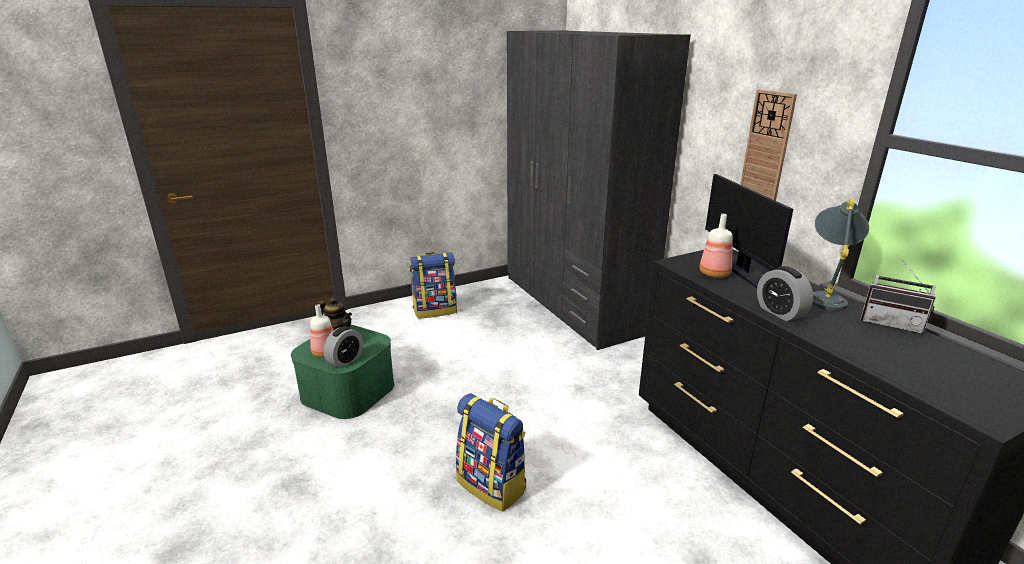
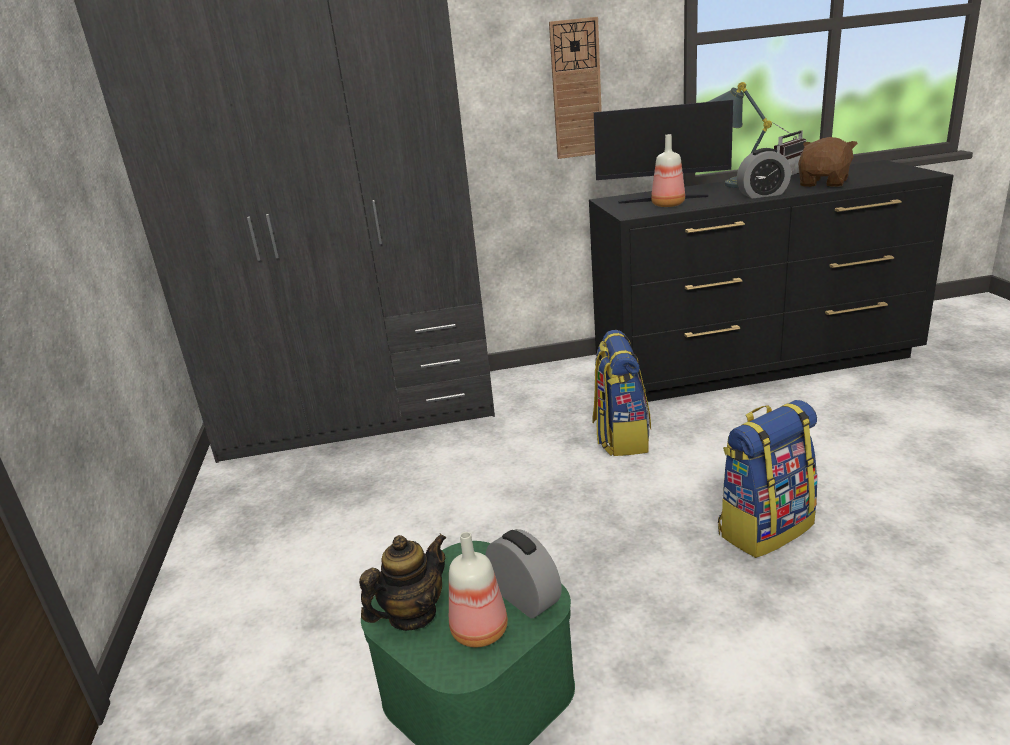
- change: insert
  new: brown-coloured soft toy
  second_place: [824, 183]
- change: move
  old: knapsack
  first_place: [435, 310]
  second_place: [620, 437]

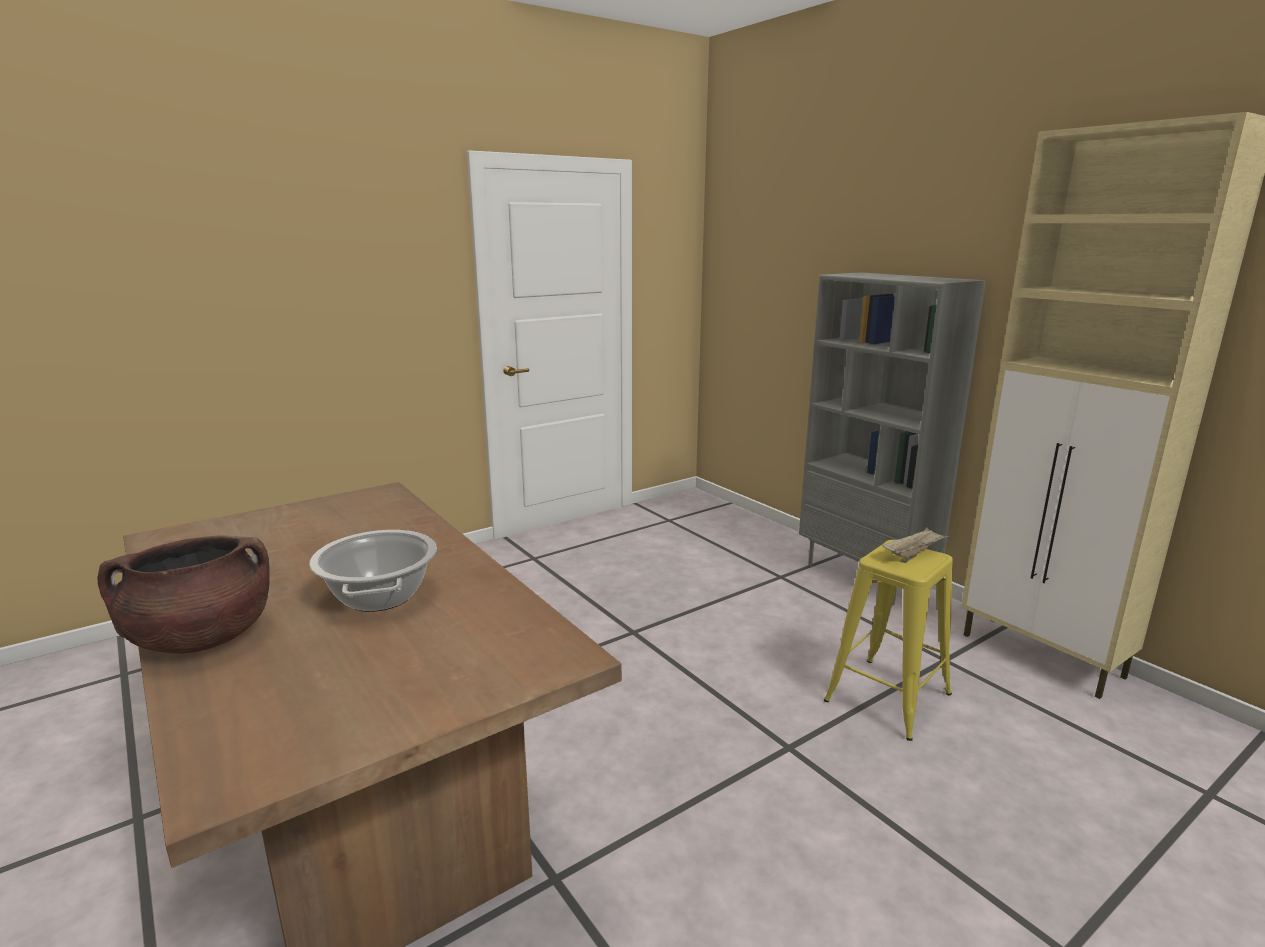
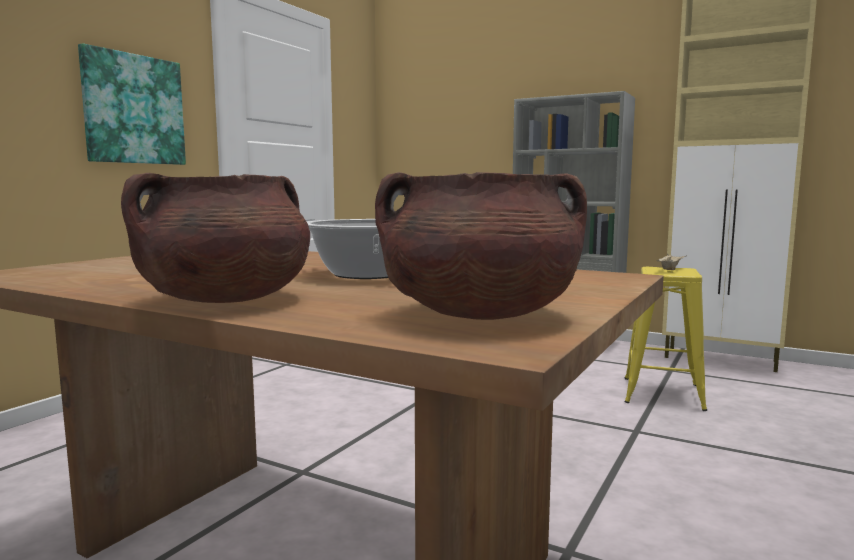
- change: insert
  new: wall art
  second_place: [133, 109]
- change: insert
  new: brown-coloured cooking pot
  second_place: [479, 315]

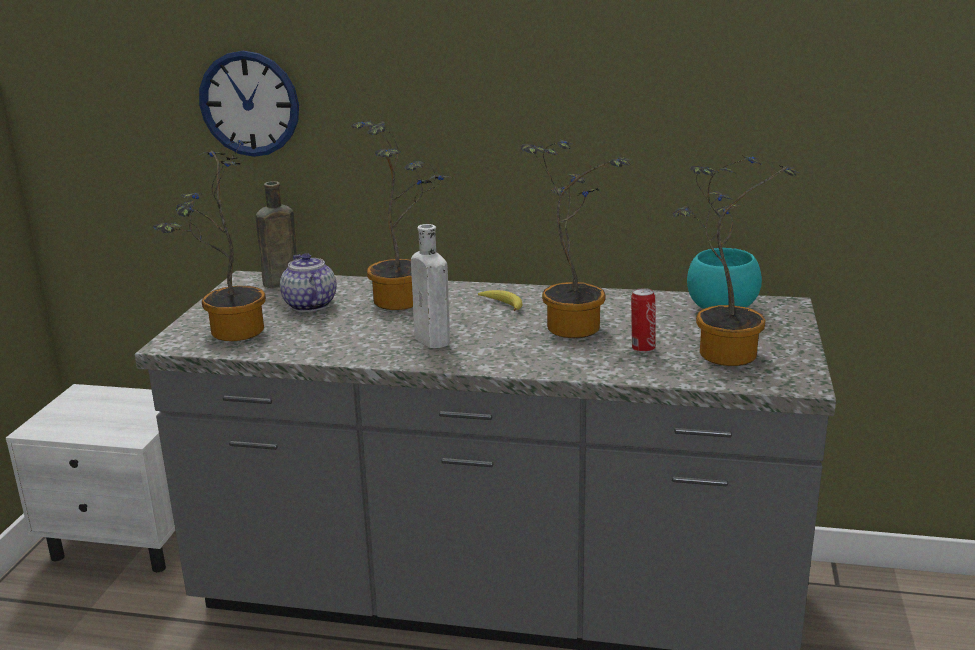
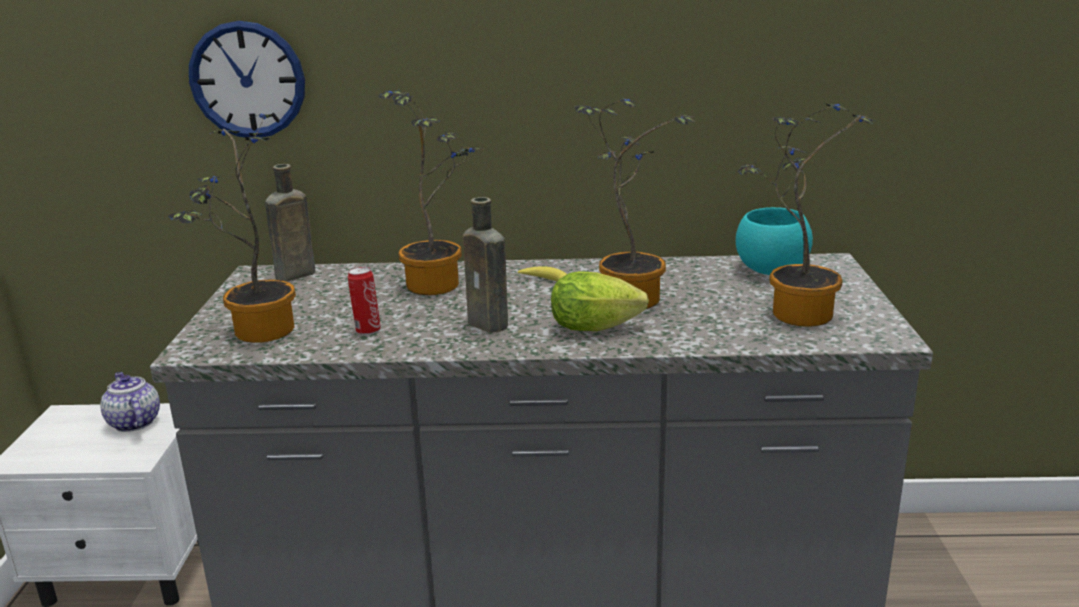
- change: insert
  new: lettuce head
  second_place: [600, 328]
- change: move
  old: tea pot
  first_place: [309, 305]
  second_place: [133, 422]
- change: move
  old: can
  first_place: [642, 348]
  second_place: [367, 330]
- change: recolor
  old: whitish bottle
  new: brown-coloured bottle
  first_place: [434, 341]
  second_place: [490, 324]

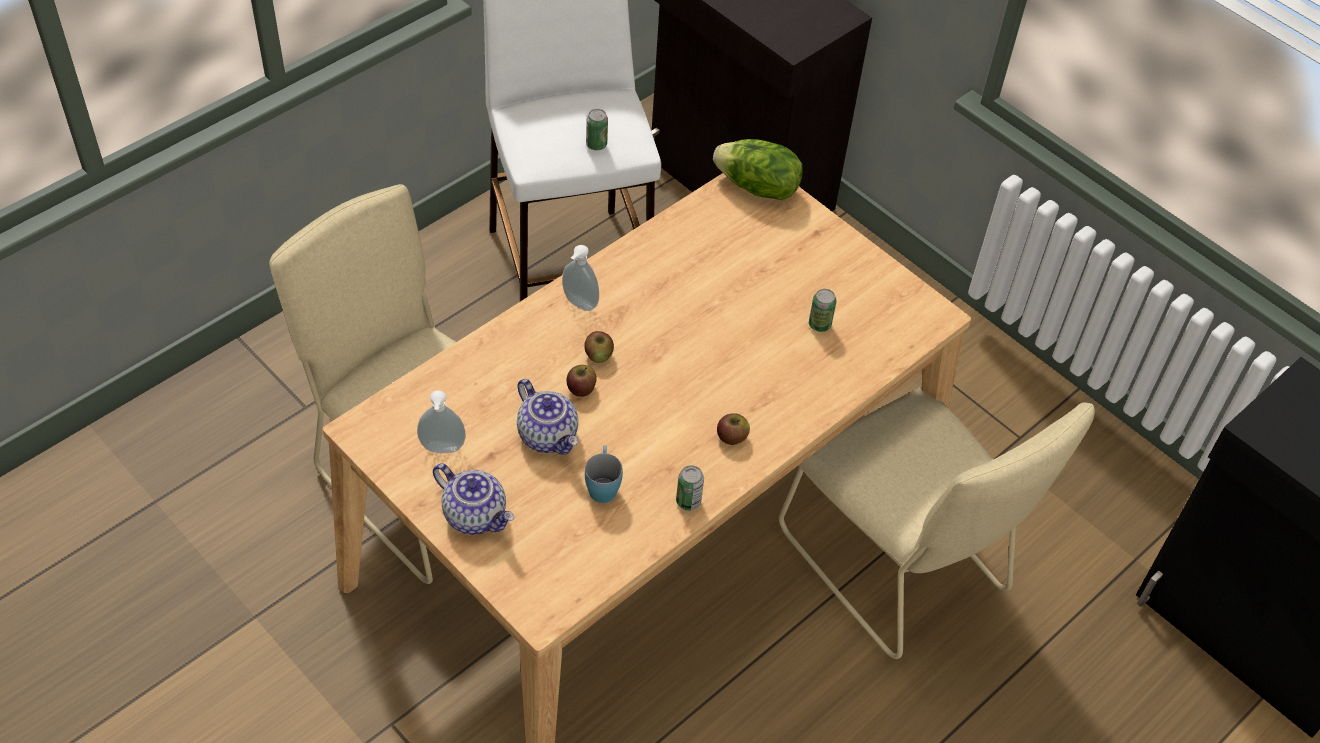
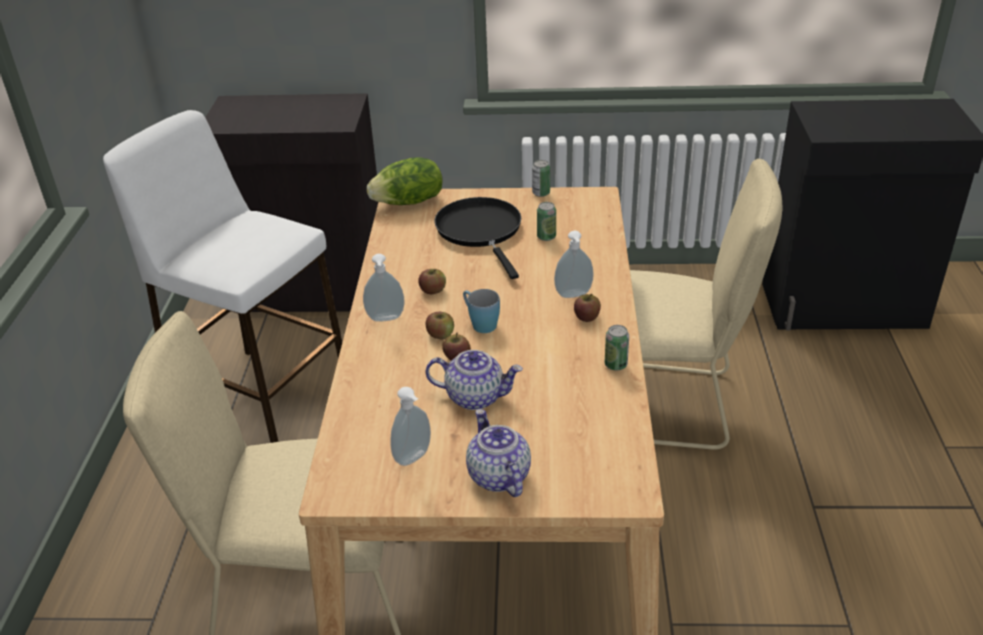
- change: insert
  new: apple
  second_place: [433, 290]
- change: insert
  new: blackish pan
  second_place: [481, 231]
- change: insert
  new: soap bottle
  second_place: [574, 295]
- change: move
  old: blue-coloured coffee mug
  first_place: [602, 485]
  second_place: [480, 323]
- change: move
  old: can
  first_place: [596, 144]
  second_place: [541, 193]
- change: rotate
  old: tea pot
  first_place: [476, 515]
  second_place: [497, 476]
  degrees: -105

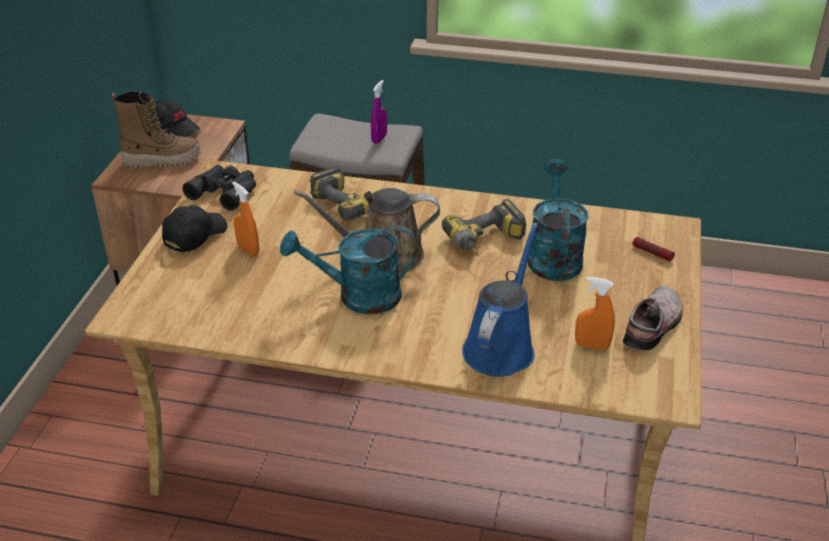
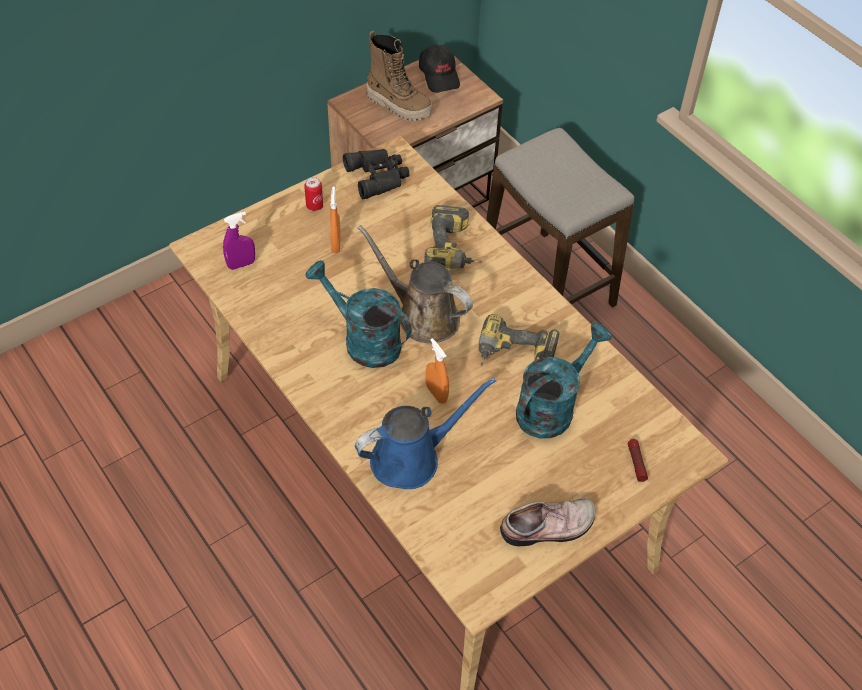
- change: move
  old: purple-coloured sprayer
  first_place: [379, 139]
  second_place: [241, 264]
- change: move
  old: orange-coloured sprayer
  first_place: [592, 346]
  second_place: [436, 393]
- change: replace
  old: blackish baseball cap
  new: can
  first_place: [194, 235]
  second_place: [314, 206]

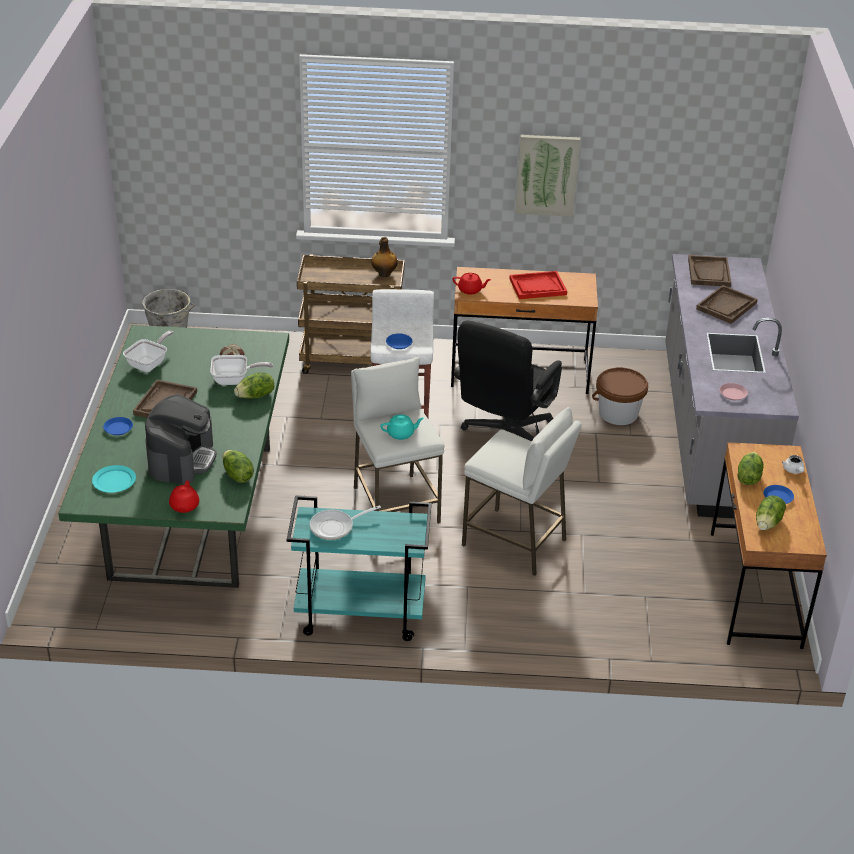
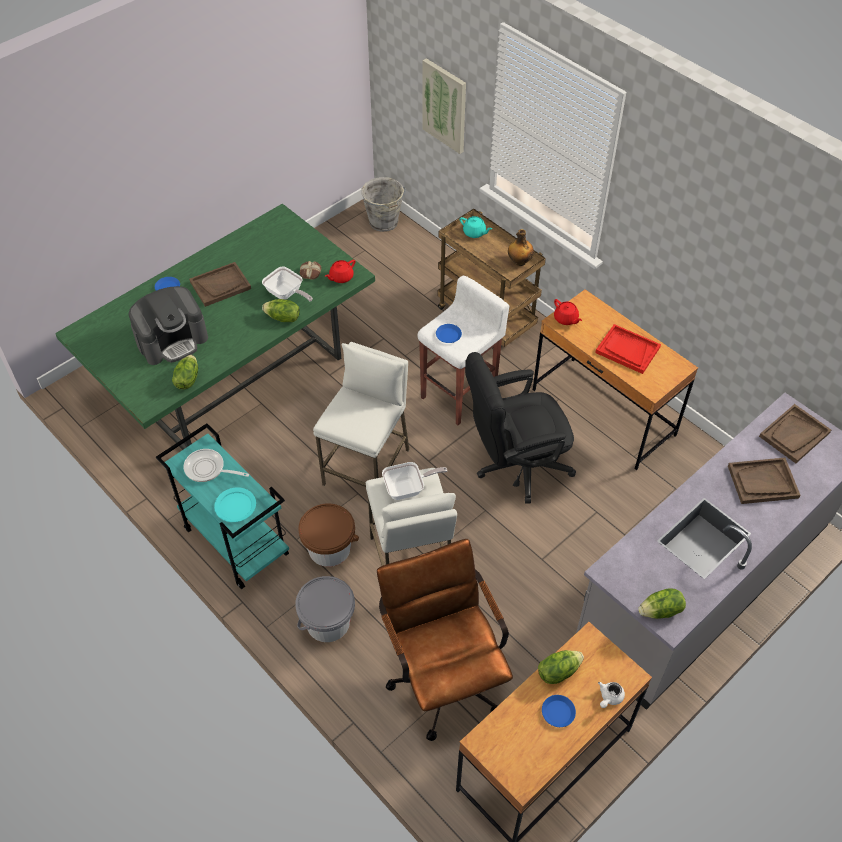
- change: delete
  old: pinkish flat dish
  first_place: [733, 394]
- change: insert
  new: greyish pail
  second_place: [327, 622]
- change: insert
  new: brown-coloured computer chair
  second_place: [443, 674]
- change: move
  old: blue-green flat dish
  first_place: [114, 481]
  second_place: [236, 506]
- change: move
  old: pan
  first_place: [150, 363]
  second_place: [408, 489]
- change: move
  old: red tea pot
  first_place: [184, 506]
  second_place: [341, 277]
- change: move
  old: blue-green tea pot
  first_place: [401, 434]
  second_place: [474, 233]
- change: move
  old: wall art
  first_place: [547, 175]
  second_place: [445, 106]
- change: move
  old: brown-coloured pail
  first_place: [618, 413]
  second_place: [329, 548]
- change: move
  old: lettuce head
  first_place: [768, 523]
  second_place: [661, 611]

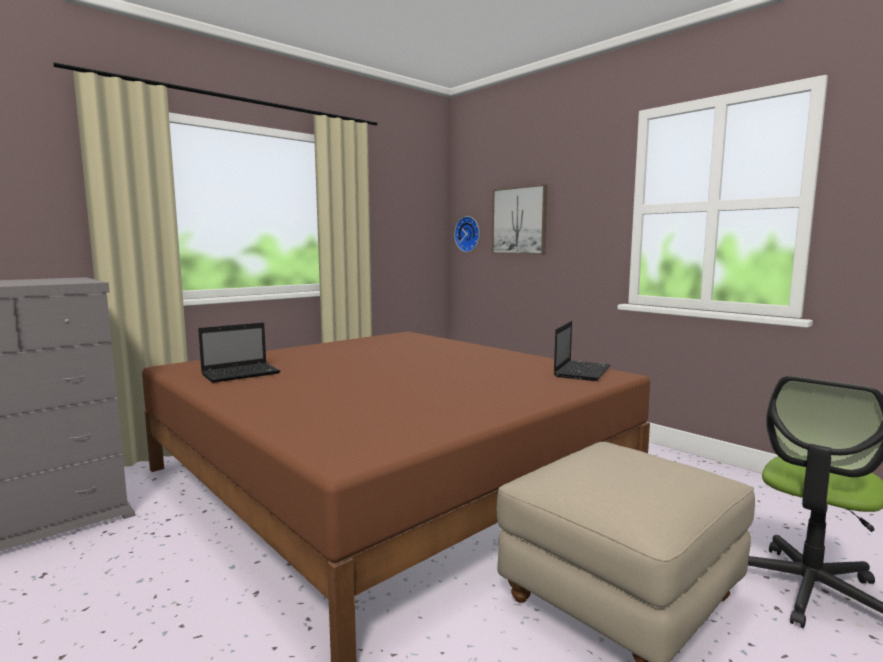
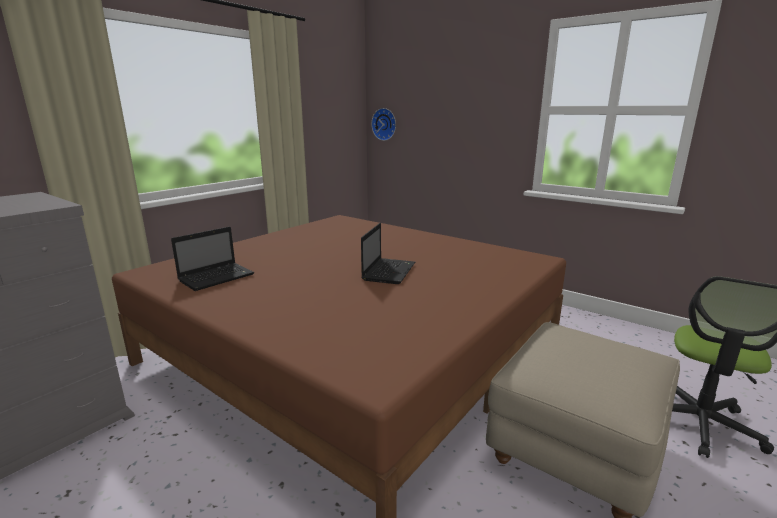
- change: delete
  old: wall art
  first_place: [519, 220]
- change: move
  old: notebook computer
  first_place: [582, 371]
  second_place: [389, 271]

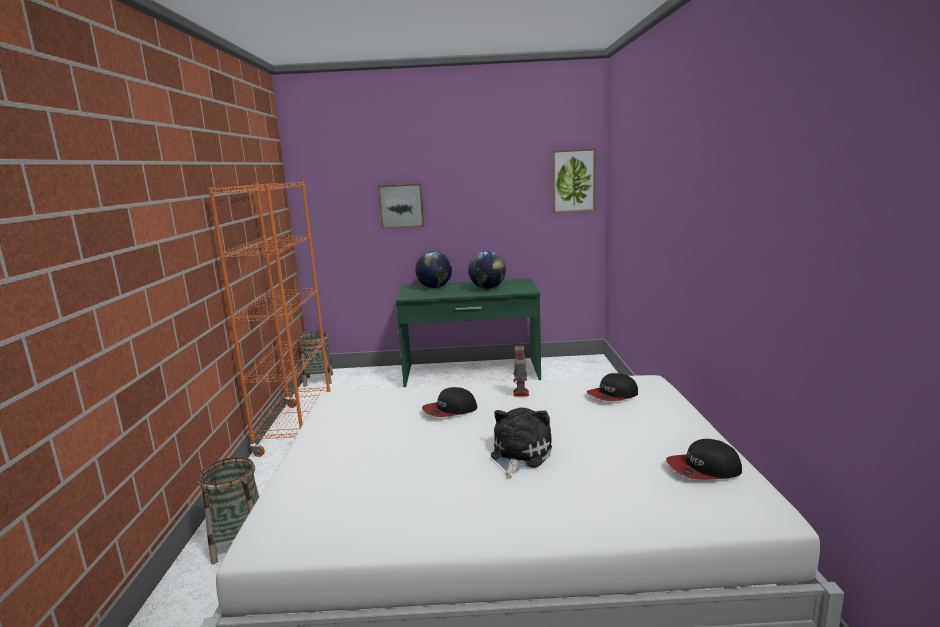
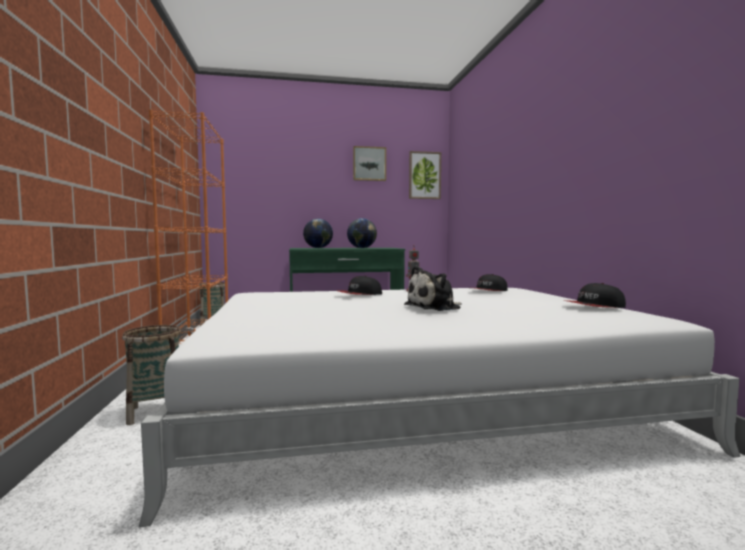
- change: move
  old: wall art
  first_place: [401, 206]
  second_place: [369, 164]
- change: rotate
  old: soft toy
  first_place: [519, 455]
  second_place: [435, 307]
  degrees: -135

